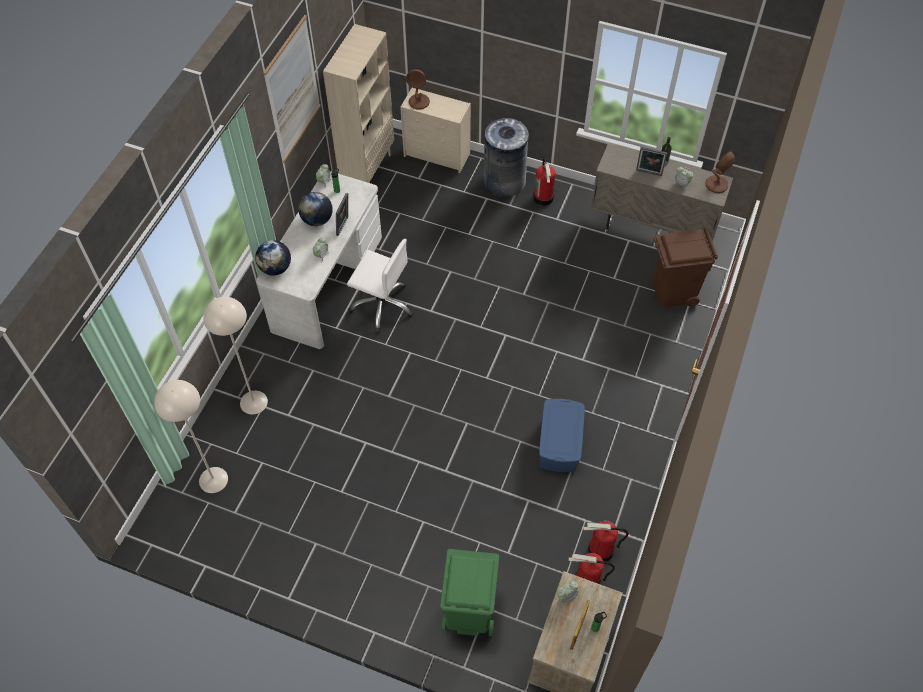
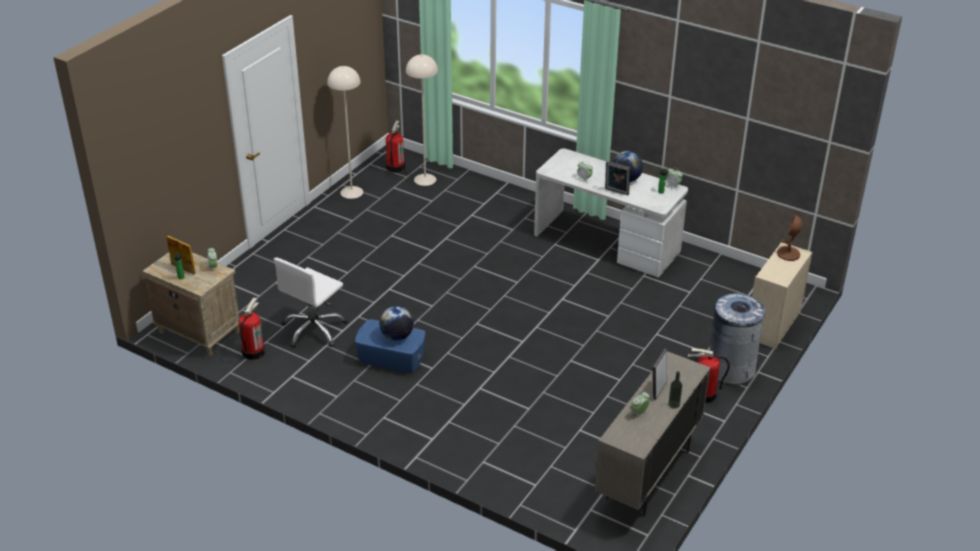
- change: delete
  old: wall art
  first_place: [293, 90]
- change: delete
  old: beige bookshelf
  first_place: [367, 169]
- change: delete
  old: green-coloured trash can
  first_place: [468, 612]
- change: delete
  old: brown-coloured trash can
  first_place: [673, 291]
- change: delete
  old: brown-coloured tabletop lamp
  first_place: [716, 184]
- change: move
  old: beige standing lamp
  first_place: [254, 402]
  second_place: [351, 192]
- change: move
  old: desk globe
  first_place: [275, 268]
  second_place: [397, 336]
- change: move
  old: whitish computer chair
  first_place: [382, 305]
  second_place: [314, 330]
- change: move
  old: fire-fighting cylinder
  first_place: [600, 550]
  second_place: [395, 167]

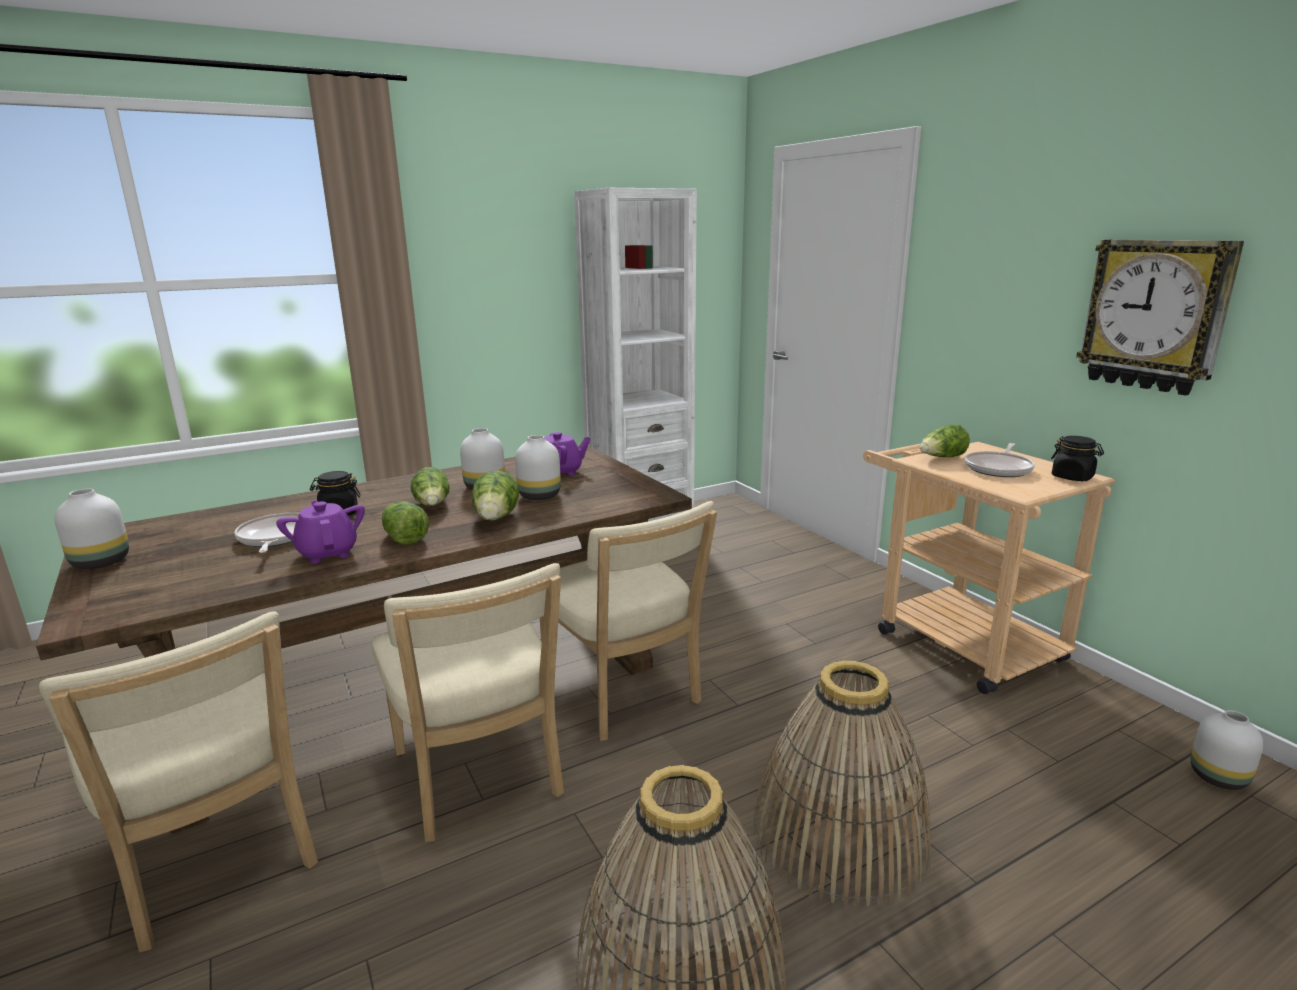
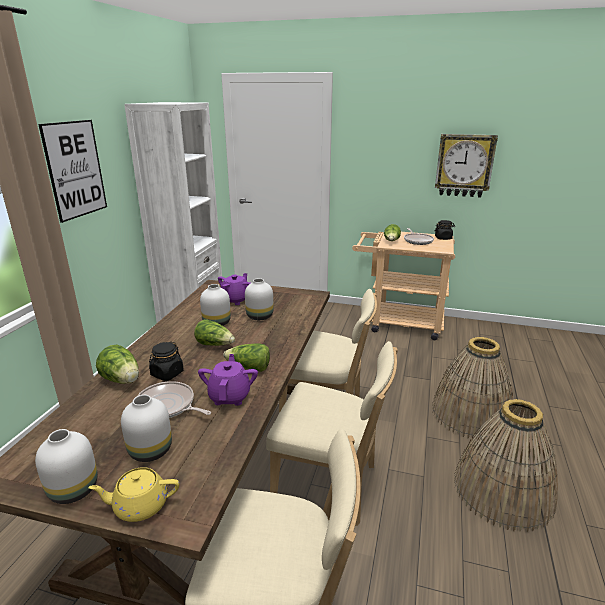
- change: insert
  new: wall art
  second_place: [75, 169]
- change: insert
  new: yellowish tea pot
  second_place: [139, 506]
- change: move
  old: lettuce head
  first_place: [496, 519]
  second_place: [122, 380]
- change: move
  old: whitish flower vase
  first_place: [1220, 778]
  second_place: [152, 451]
- change: rotate
  old: purple-coloured tea pot
  first_place: [328, 553]
  second_place: [230, 396]
  degrees: 75

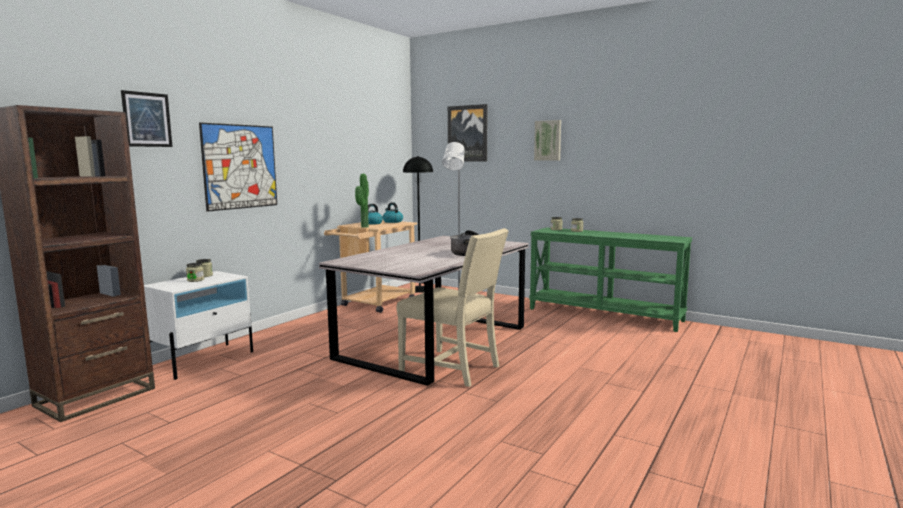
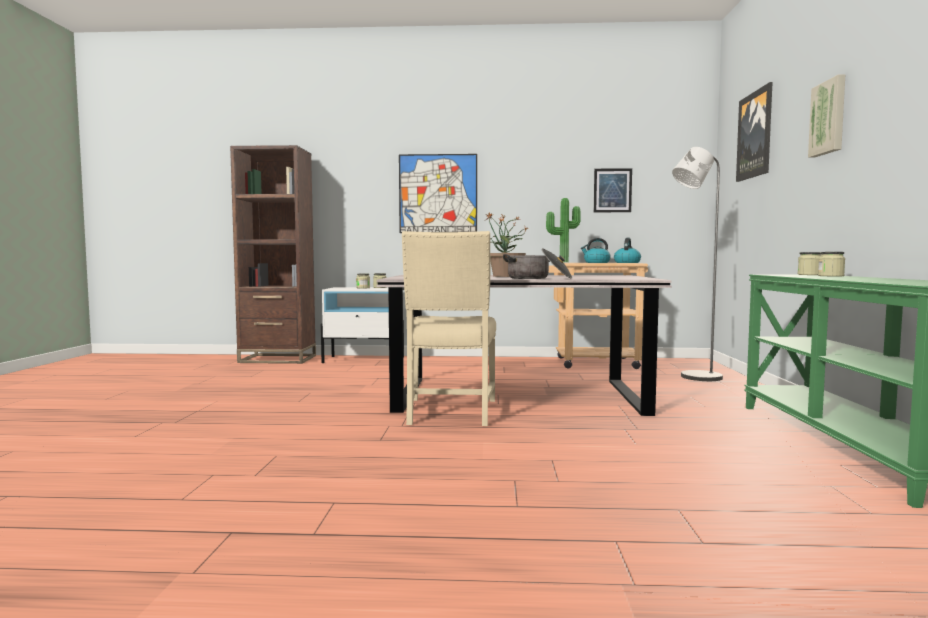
- change: delete
  old: blackish standing lamp
  first_place: [419, 290]
- change: insert
  new: houseplant
  second_place: [504, 276]
- change: move
  old: wall art
  first_place: [147, 119]
  second_place: [612, 190]

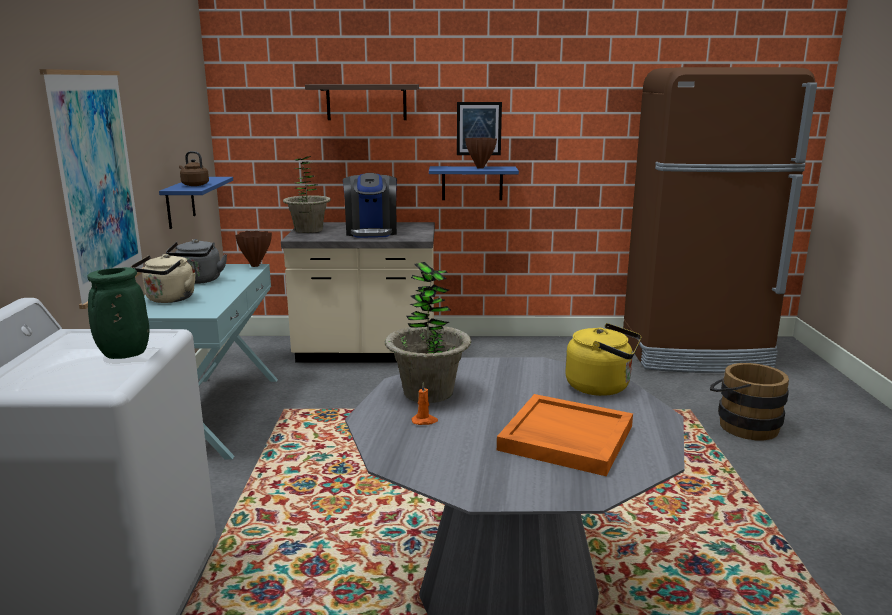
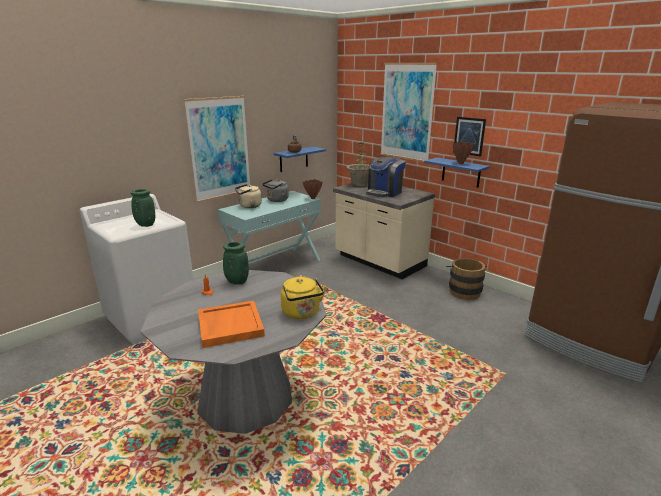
- change: move
  old: brown-coloured pail
  first_place: [742, 425]
  second_place: [463, 291]
- change: replace
  old: wall shelf
  new: wall art
  first_place: [366, 102]
  second_place: [407, 112]
- change: replace
  old: houseplant
  new: green-coloured flower vase
  first_place: [428, 392]
  second_place: [236, 282]

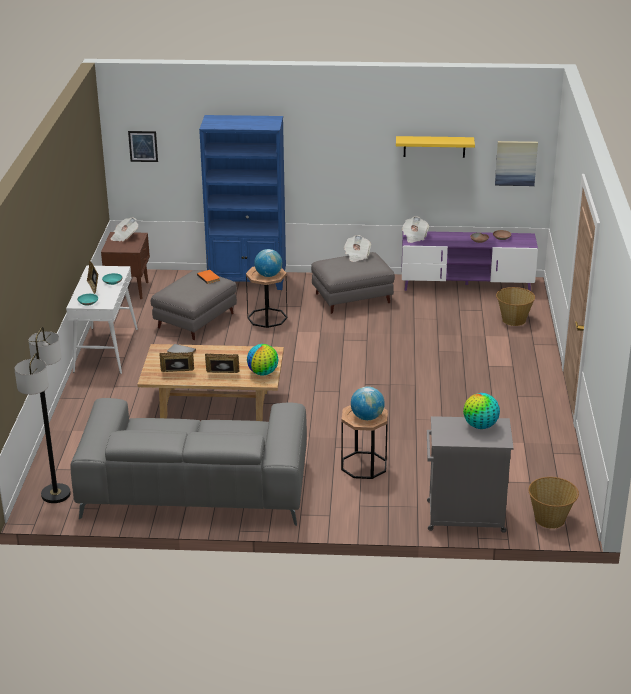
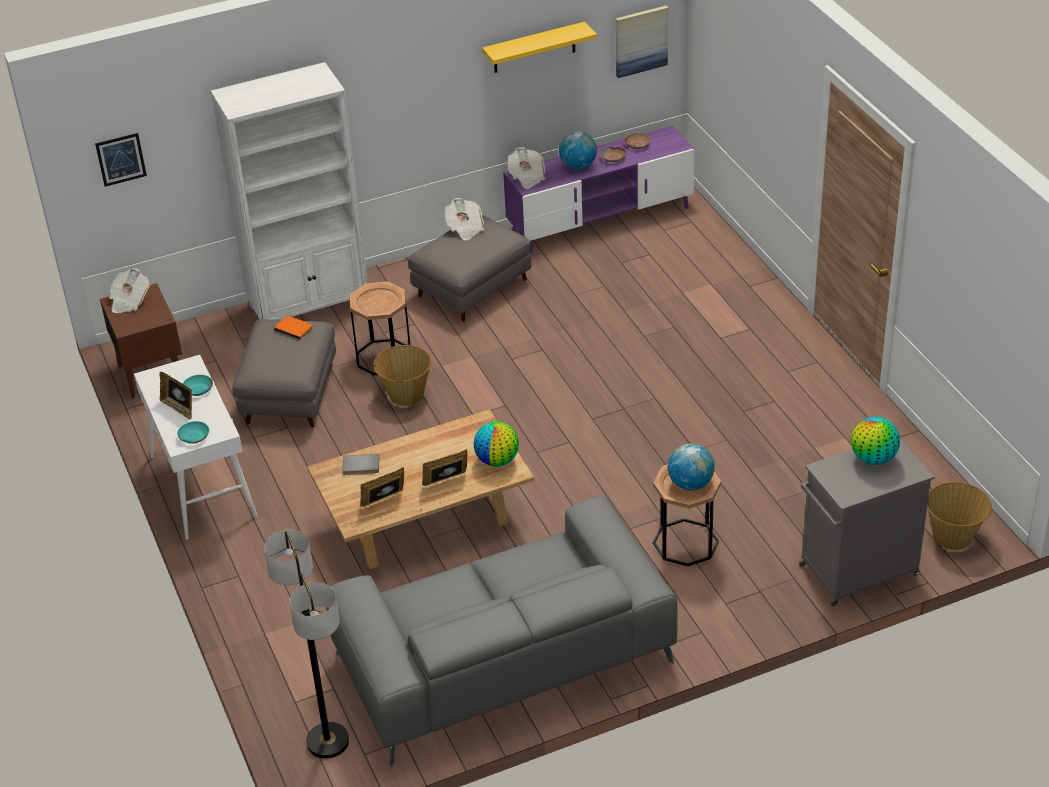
- change: move
  old: desk globe
  first_place: [268, 275]
  second_place: [578, 166]
- change: move
  old: household basket
  first_place: [513, 320]
  second_place: [405, 394]
- change: recolor
  old: blue-coloured bookshelf
  new: whitish bookshelf
  first_place: [248, 281]
  second_place: [309, 305]

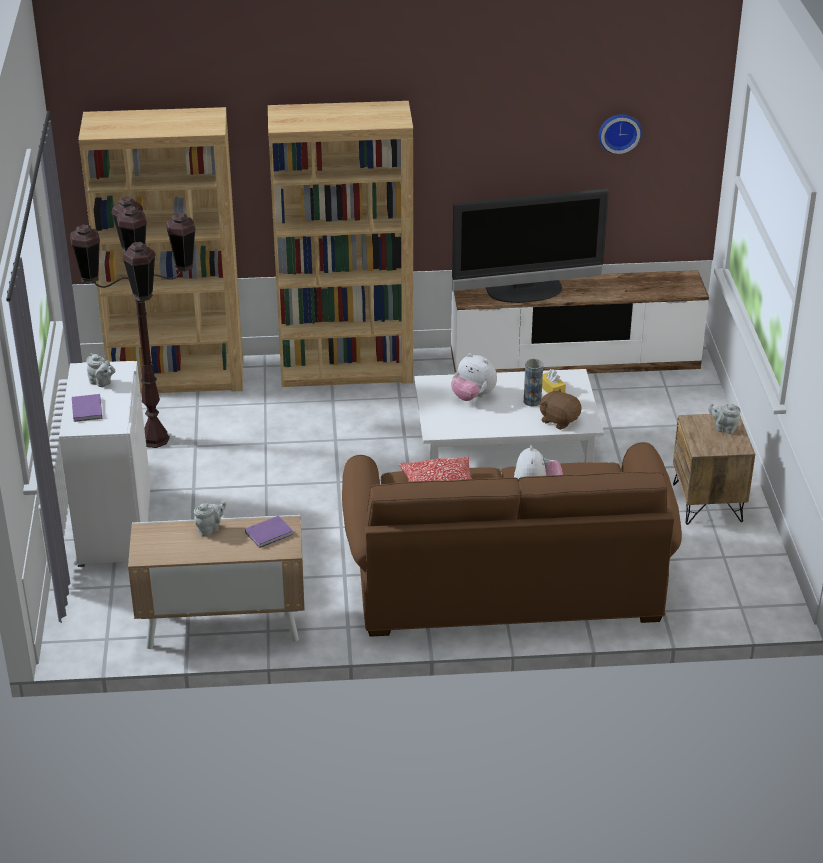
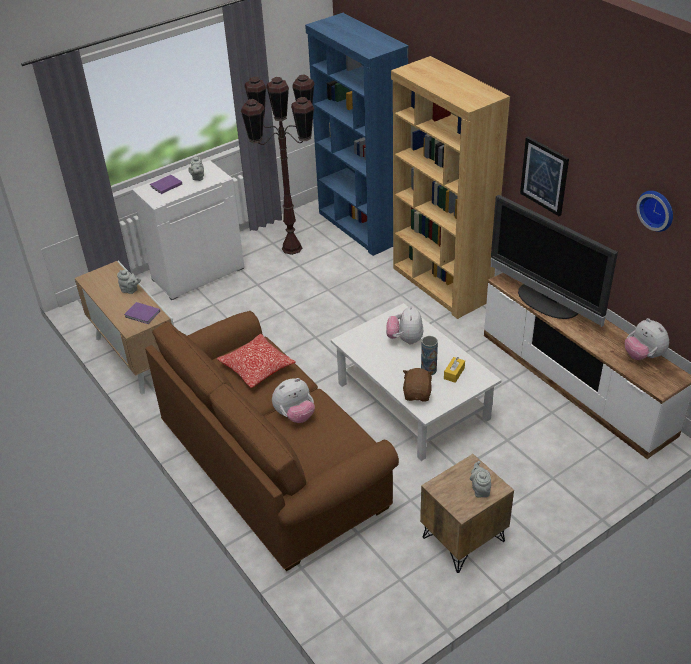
- change: insert
  new: wall art
  second_place: [544, 176]
- change: insert
  new: soft toy
  second_place: [643, 355]
- change: recolor
  old: brown-coloured bookshelf
  new: blue-coloured bookshelf
  first_place: [178, 377]
  second_place: [361, 227]

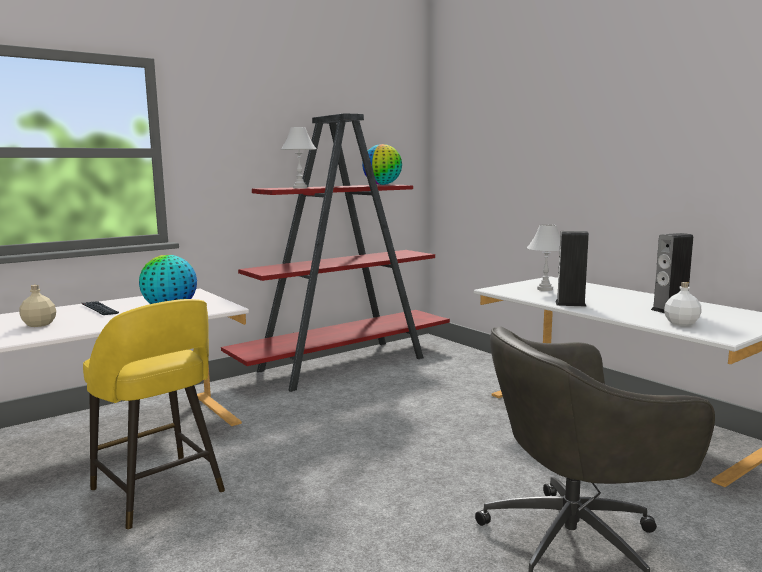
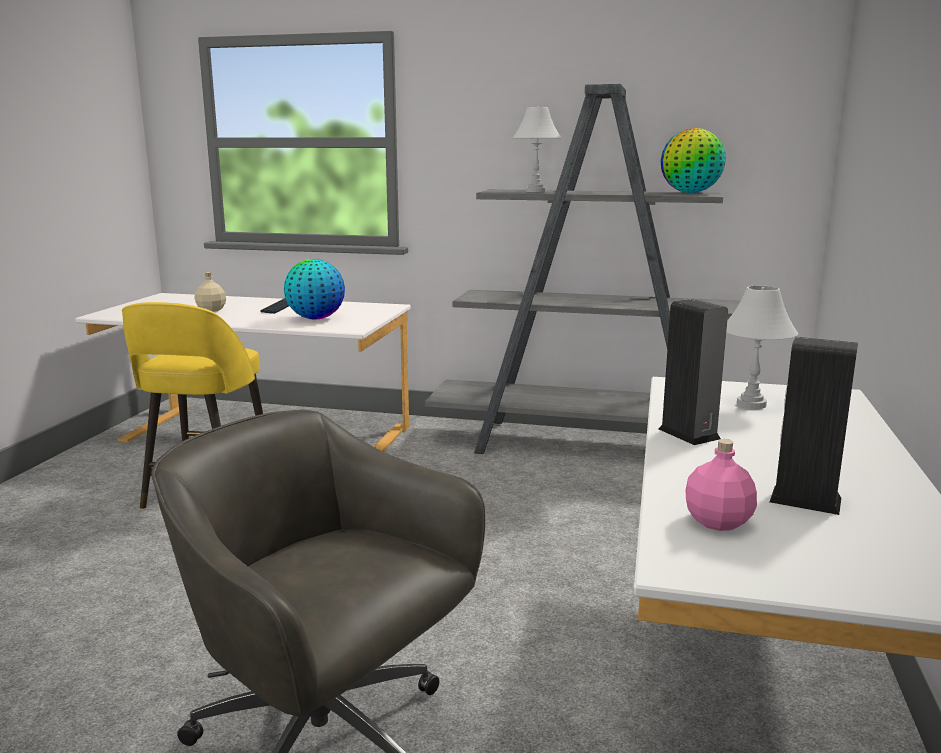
- change: recolor
  old: red bookshelf
  new: greyish bookshelf
  first_place: [344, 364]
  second_place: [595, 446]
- change: recolor
  old: whitish bottle
  new: pinkish bottle
  first_place: [681, 323]
  second_place: [717, 522]

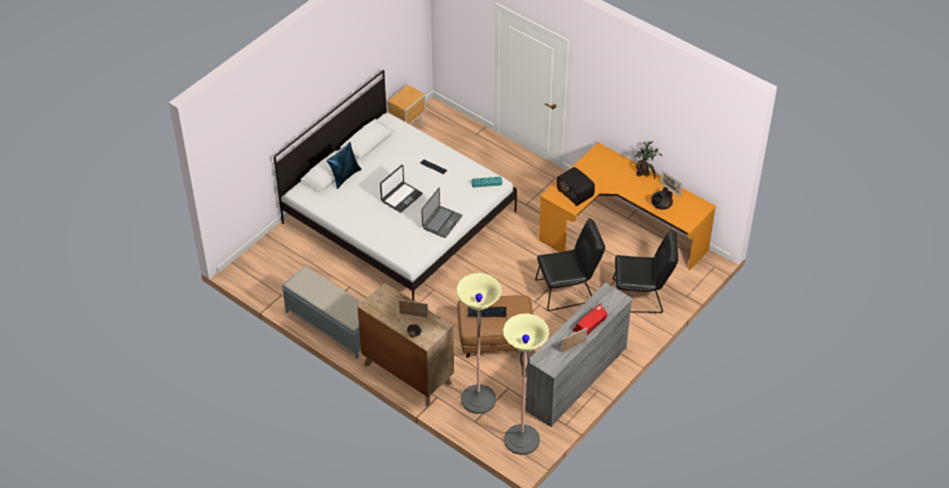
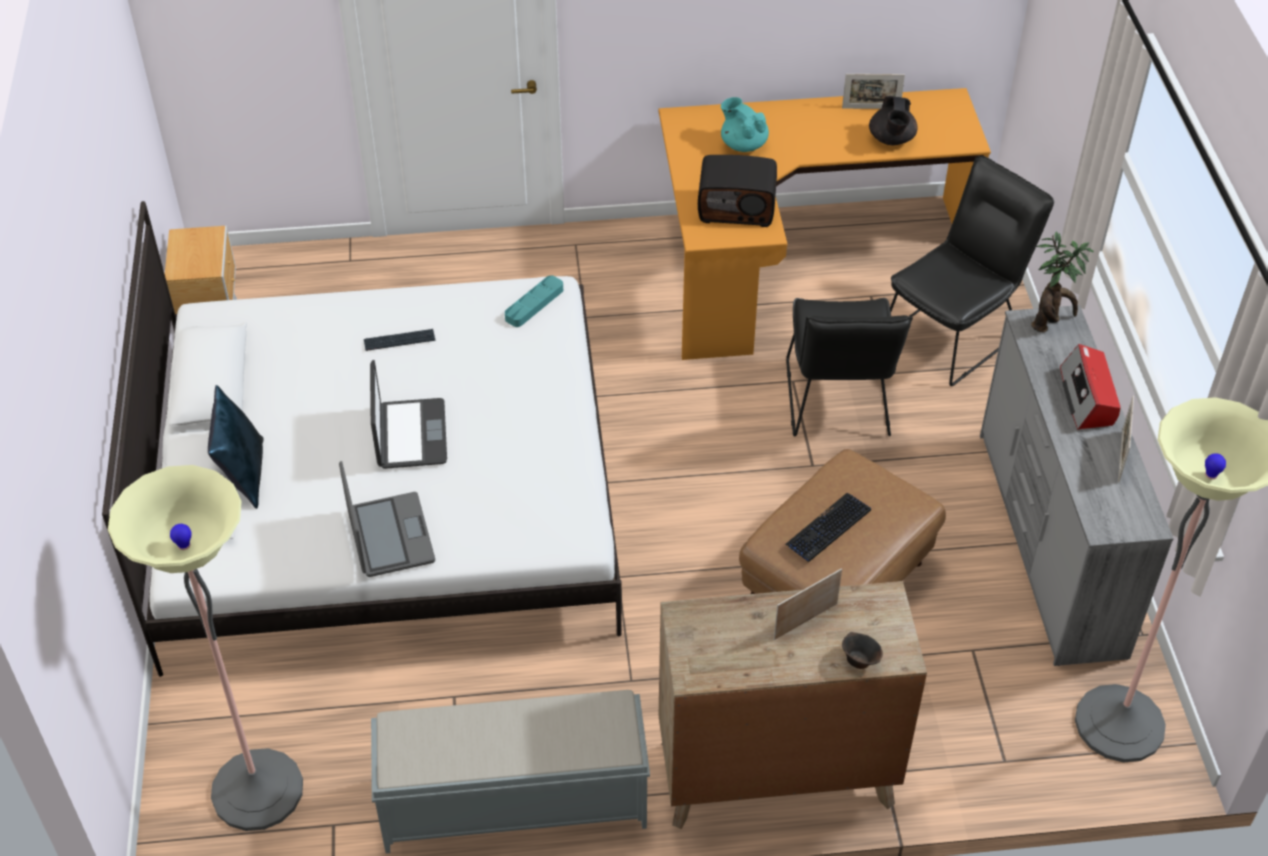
- change: insert
  new: blue-green tea pot
  second_place: [743, 144]
- change: move
  old: notebook computer
  first_place: [441, 222]
  second_place: [389, 536]
- change: move
  old: standing lamp
  first_place: [478, 399]
  second_place: [257, 790]
- change: move
  old: houseplant
  first_place: [644, 175]
  second_place: [1049, 322]
- change: rotate
  old: blackish plain chair
  first_place: [568, 290]
  second_place: [838, 405]
  degrees: 150

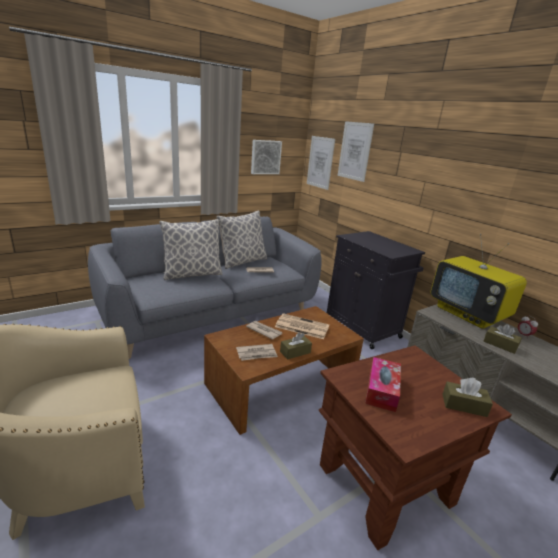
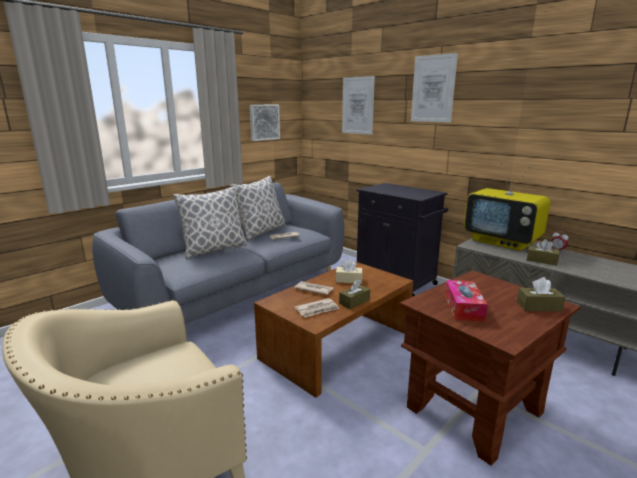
- change: move
  old: wall art
  first_place: [320, 162]
  second_place: [433, 89]
- change: replace
  old: daily paper
  new: beige box of tissues
  first_place: [301, 326]
  second_place: [349, 280]

